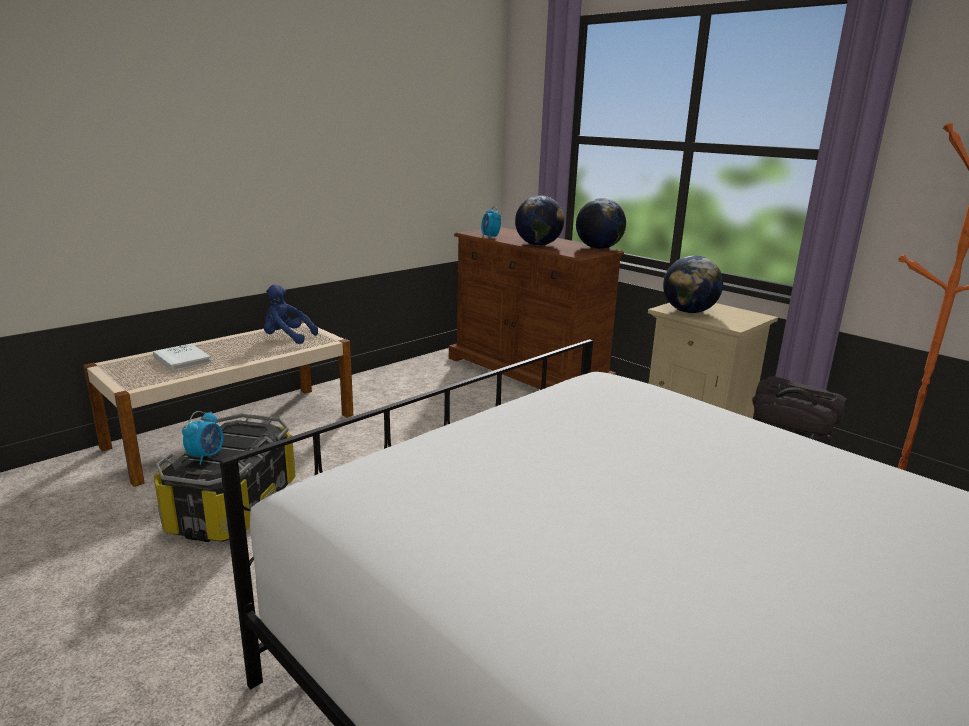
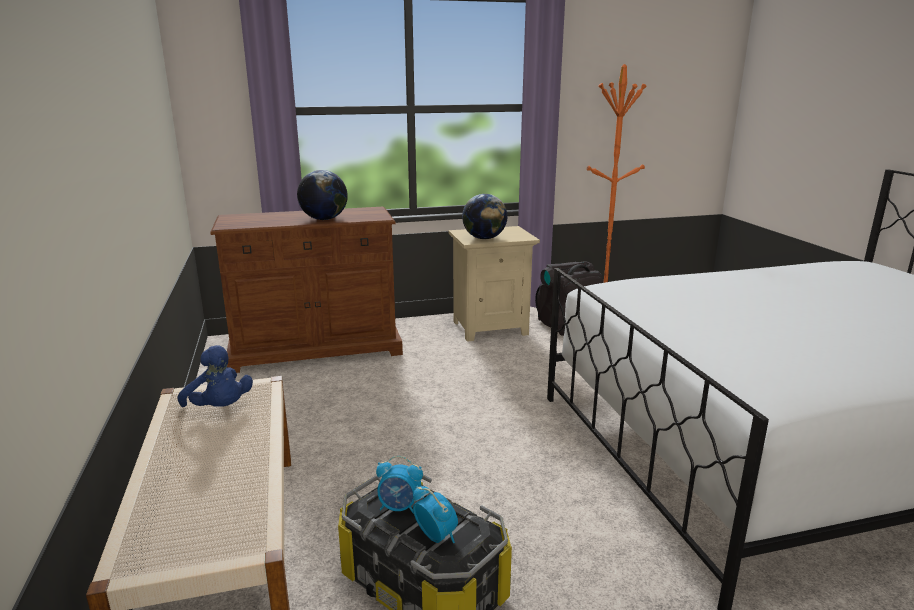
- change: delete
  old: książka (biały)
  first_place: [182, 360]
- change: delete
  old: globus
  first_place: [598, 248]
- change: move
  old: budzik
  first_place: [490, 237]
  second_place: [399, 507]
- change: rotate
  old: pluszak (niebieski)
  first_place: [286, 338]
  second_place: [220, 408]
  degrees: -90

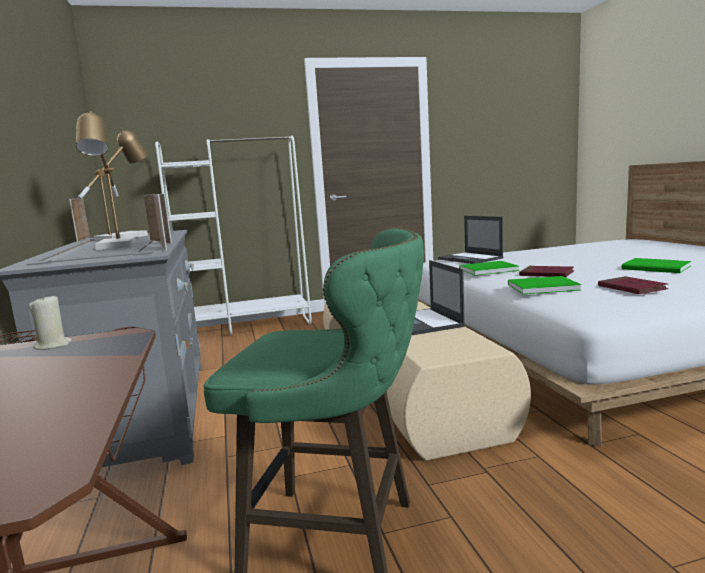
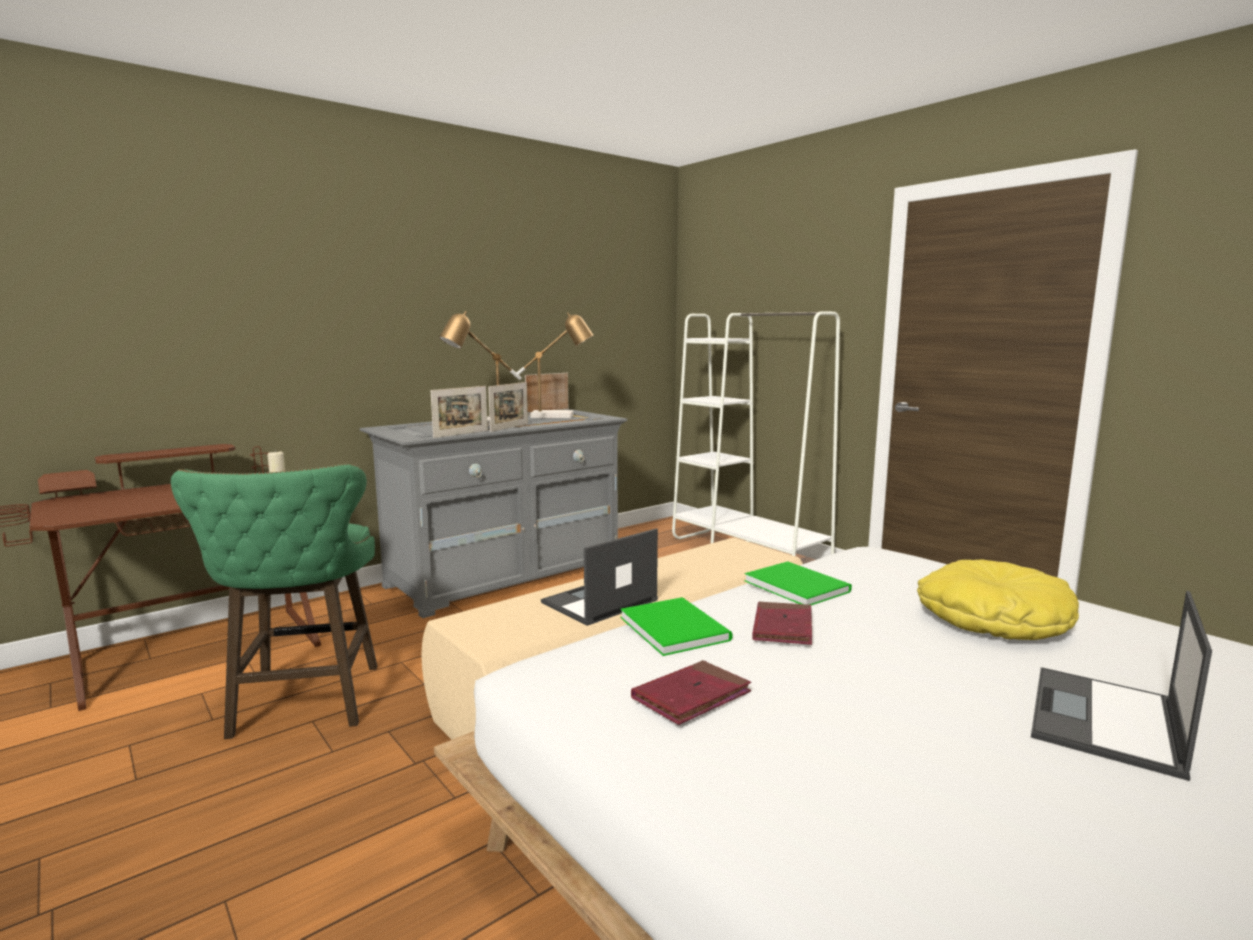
- change: delete
  old: książka (zielony)
  first_place: [657, 268]
- change: insert
  new: poduszka (żółty)
  second_place: [996, 621]
- change: move
  old: laptop
  first_place: [471, 259]
  second_place: [1106, 721]

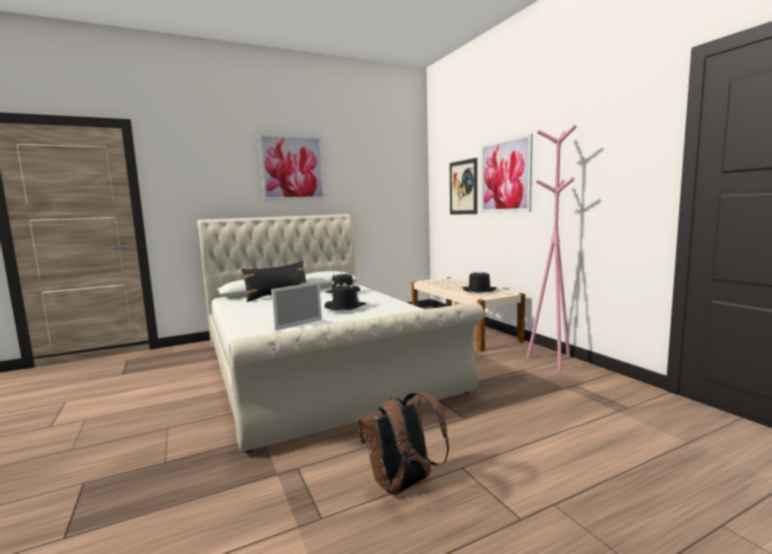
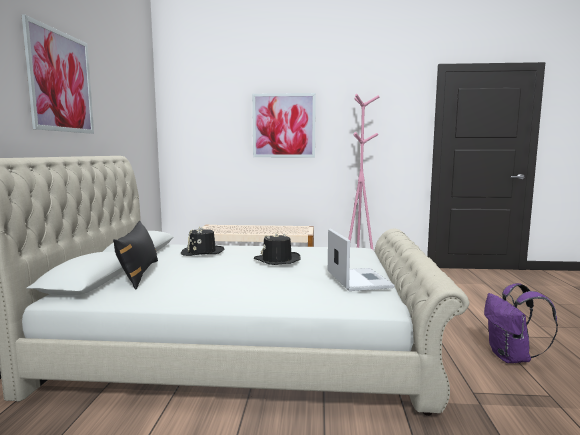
- change: delete
  old: obraz
  first_place: [463, 187]
- change: delete
  old: kapelusz (czarny)
  first_place: [479, 290]
- change: recolor
  old: plecak (brązowy)
  new: plecak (fioletowy)
  first_place: [403, 485]
  second_place: [511, 358]

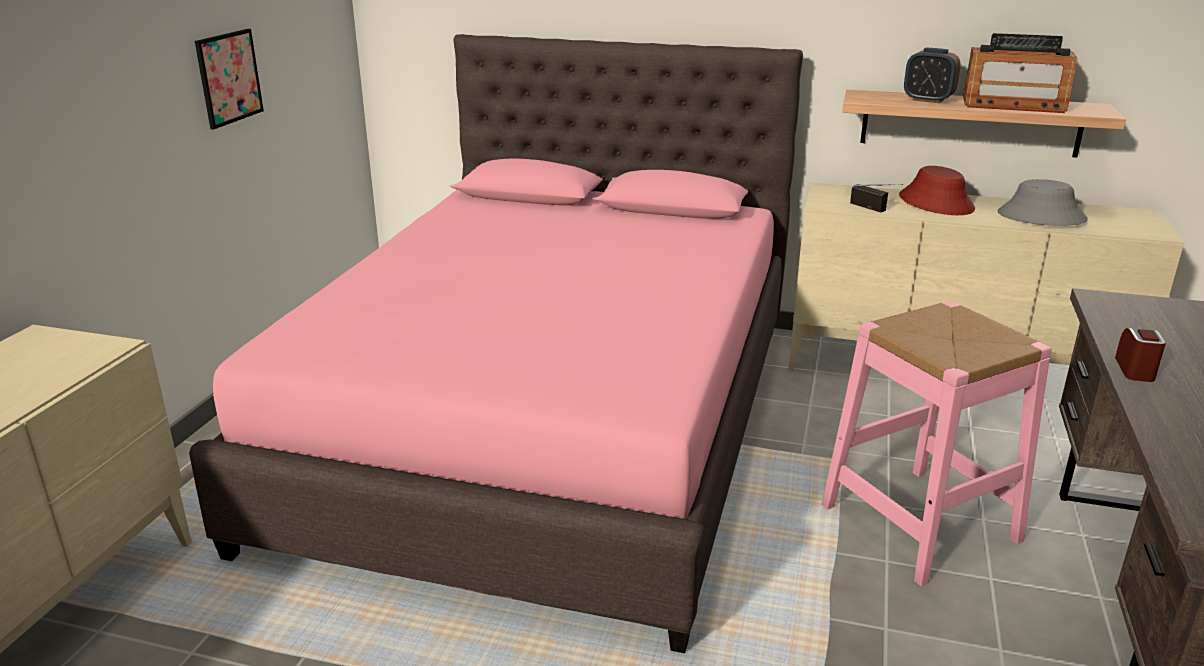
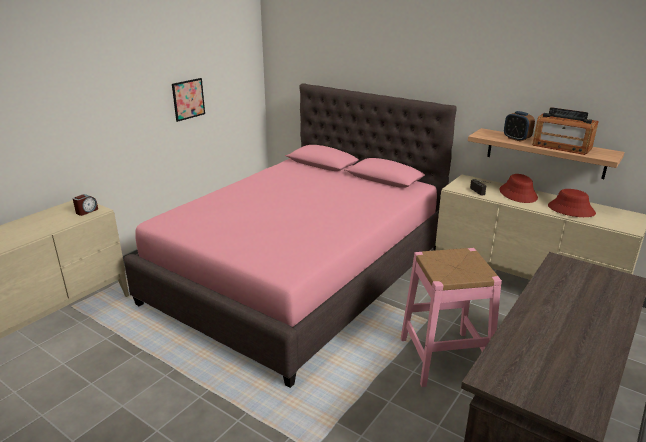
- change: move
  old: budzik
  first_place: [1135, 370]
  second_place: [86, 211]
- change: recolor
  old: kapelusz (szary)
  new: kapelusz (czerwony)
  first_place: [1041, 217]
  second_place: [570, 210]

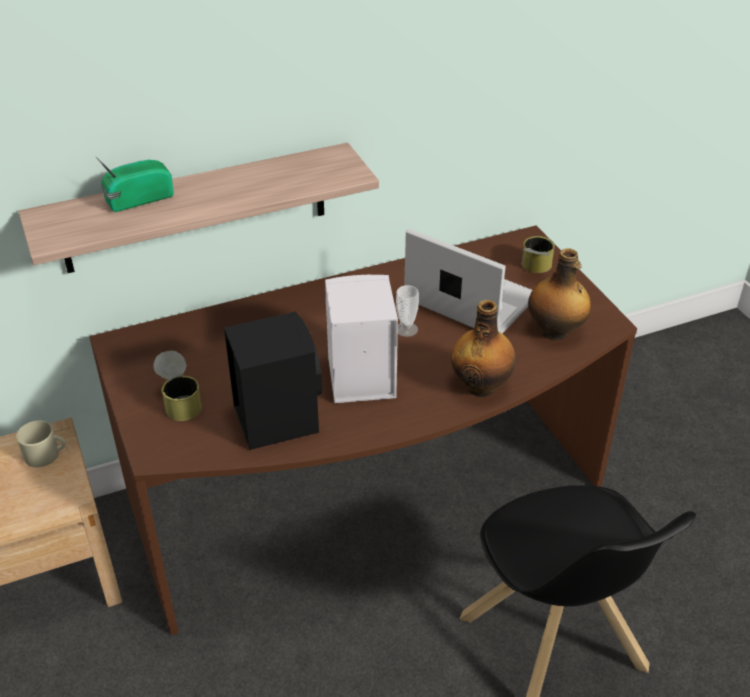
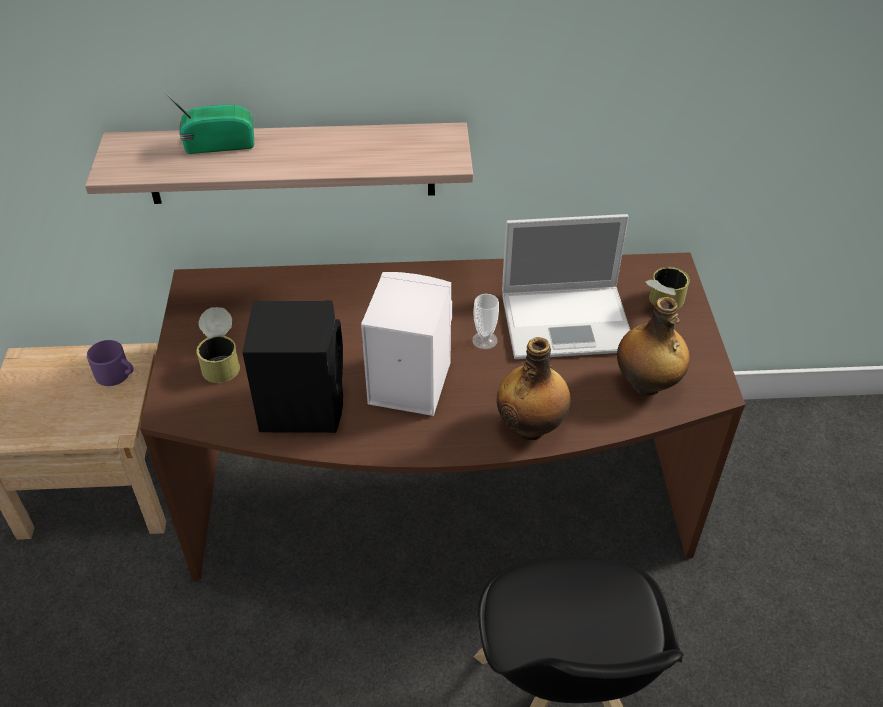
- change: recolor
  old: kubek (beżowy)
  new: kubek (fioletowy)
  first_place: [46, 454]
  second_place: [116, 374]
- change: rotate
  old: laptop
  first_place: [468, 299]
  second_place: [569, 321]
  degrees: 120

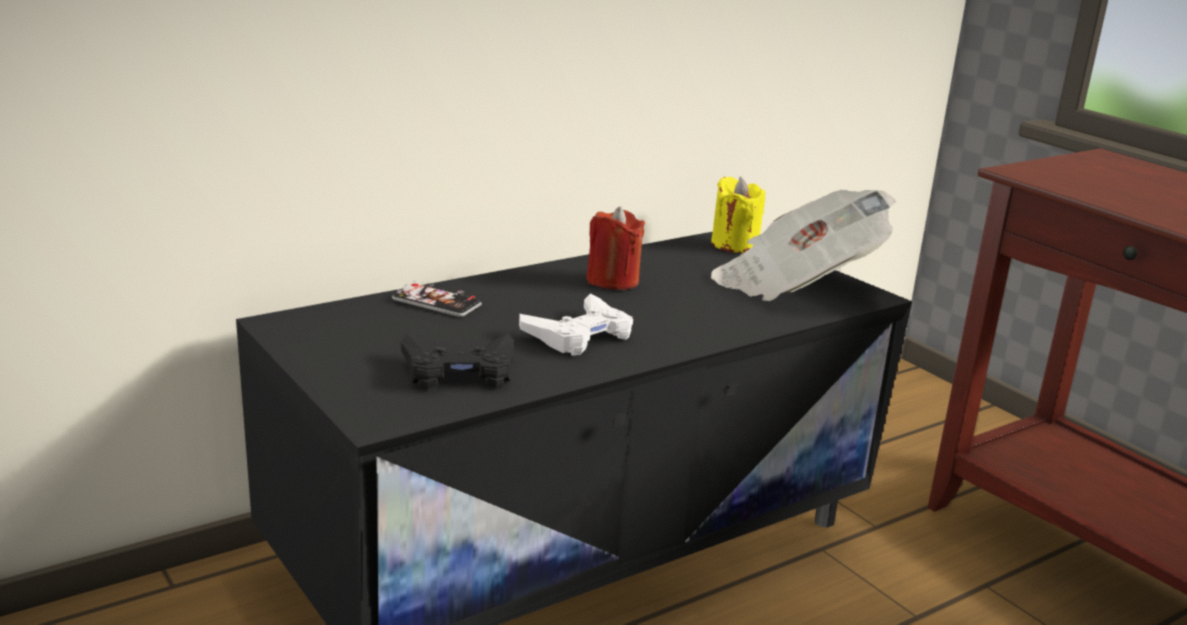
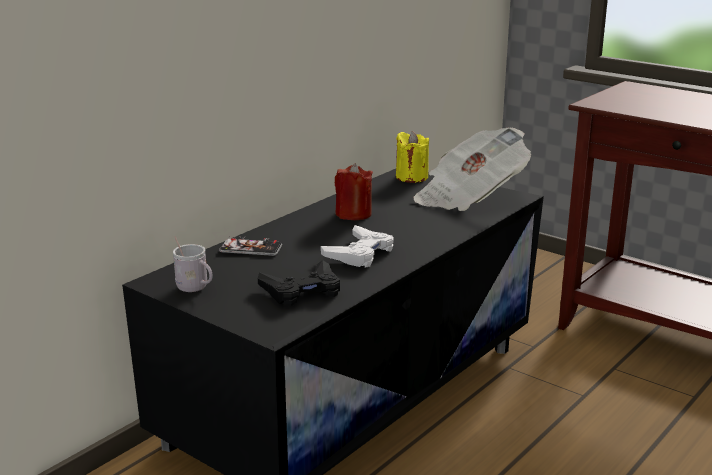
- change: insert
  new: kubek (biały)
  second_place: [195, 289]

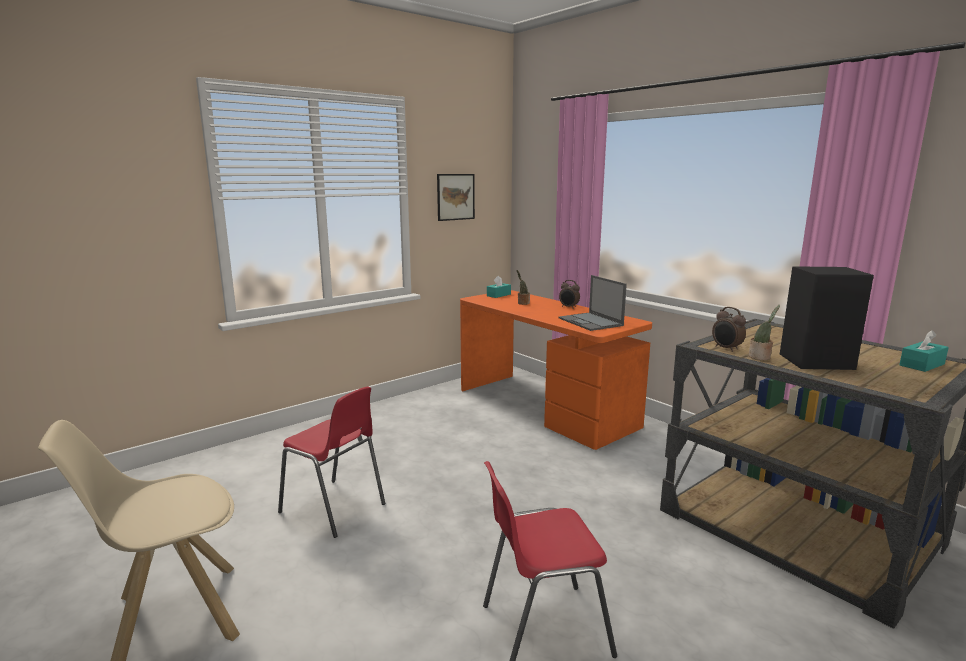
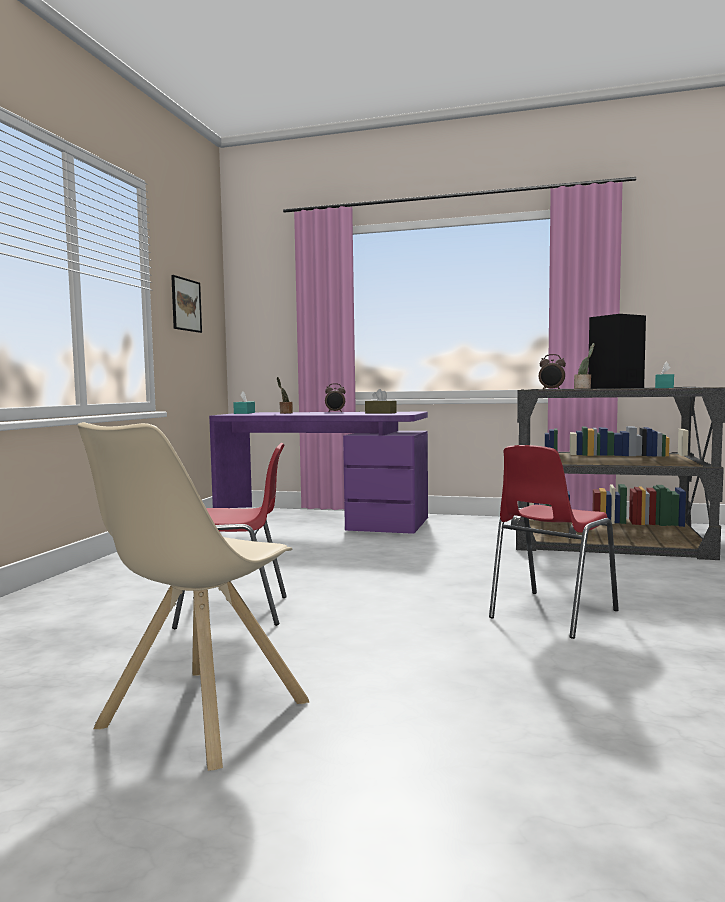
- change: replace
  old: laptop
  new: pudełko chusteczek (brązowy)
  first_place: [591, 322]
  second_place: [380, 413]
- change: recolor
  old: biurko (pomarańczowy)
  new: biurko (fioletowy)
  first_place: [545, 407]
  second_place: [322, 522]

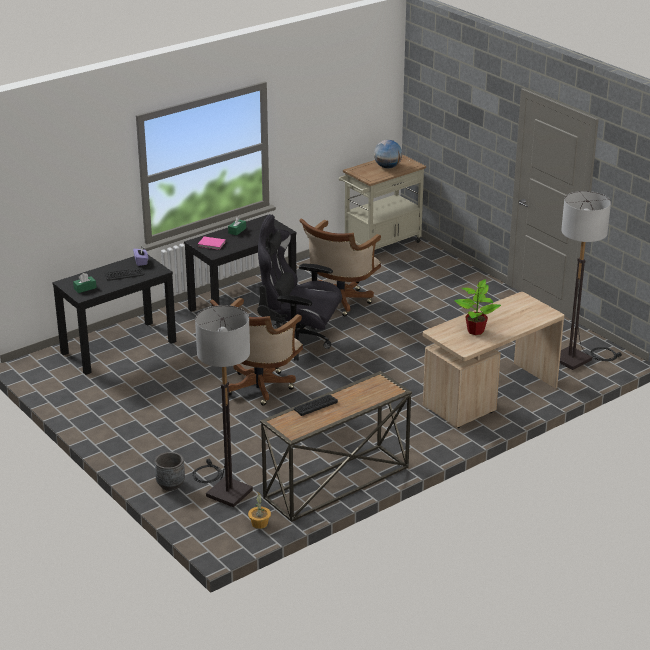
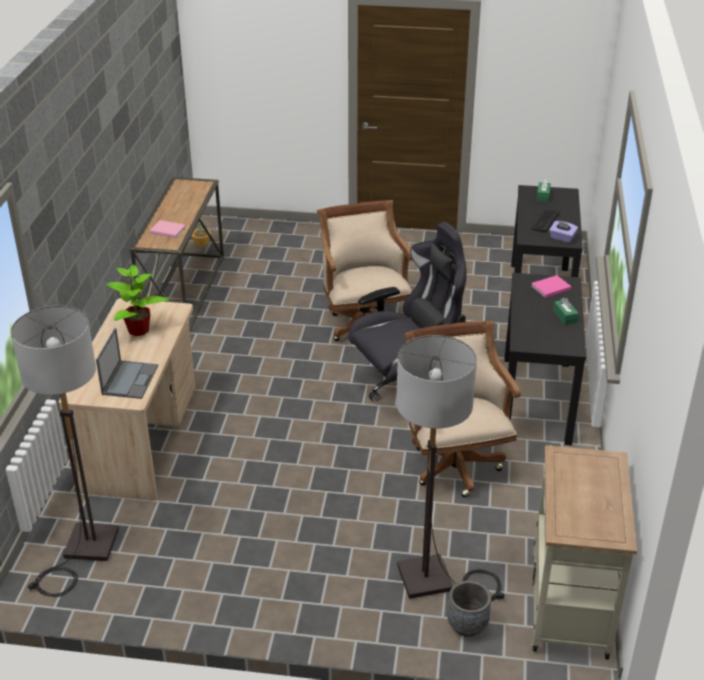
- change: delete
  old: klawiatura
  first_place: [315, 405]
- change: delete
  old: globus
  first_place: [387, 167]
- change: insert
  new: laptop
  second_place: [130, 379]
- change: insert
  new: książka (różowy)
  second_place: [167, 230]
- change: move
  old: donica (szary)
  first_place: [170, 484]
  second_place: [467, 625]
- change: move
  old: lampa stojąca
  first_place: [223, 488]
  second_place: [441, 581]

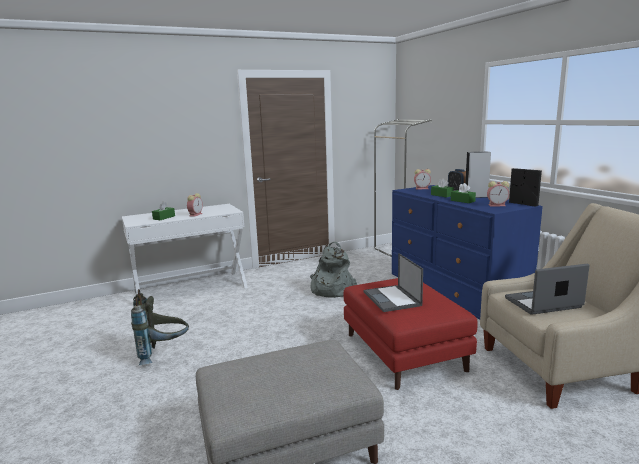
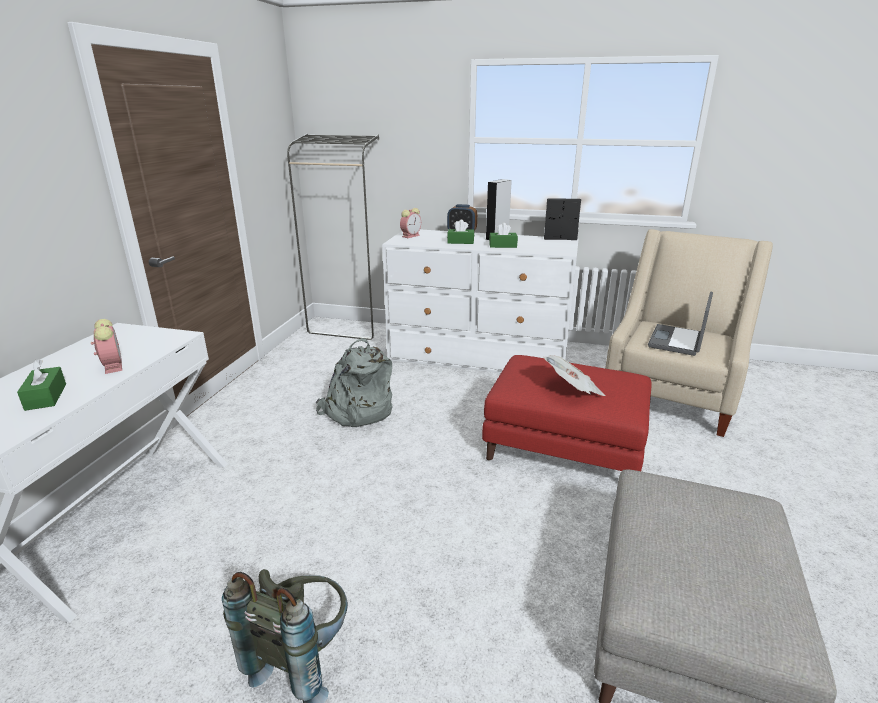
- change: delete
  old: budzik
  first_place: [497, 205]
- change: replace
  old: laptop
  new: gazeta
  first_place: [392, 299]
  second_place: [573, 390]
- change: recolor
  old: komoda (niebieski)
  new: komoda (biały)
  first_place: [454, 290]
  second_place: [479, 355]

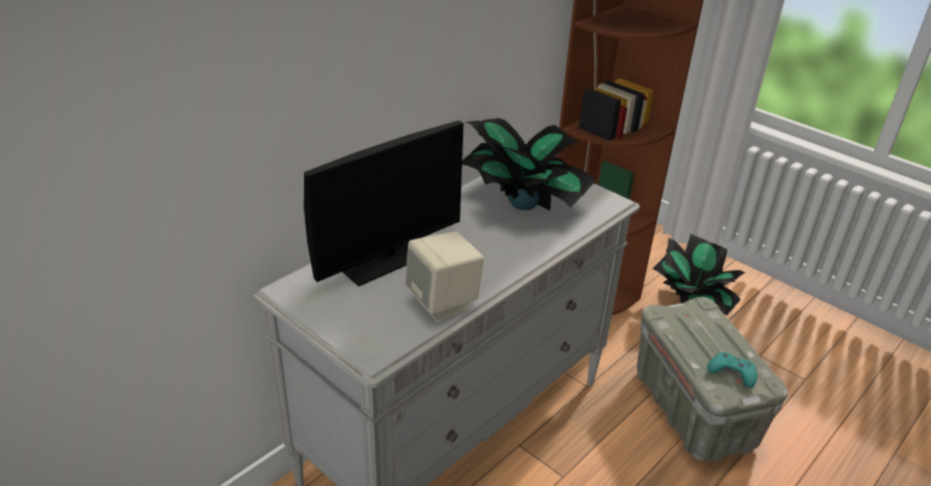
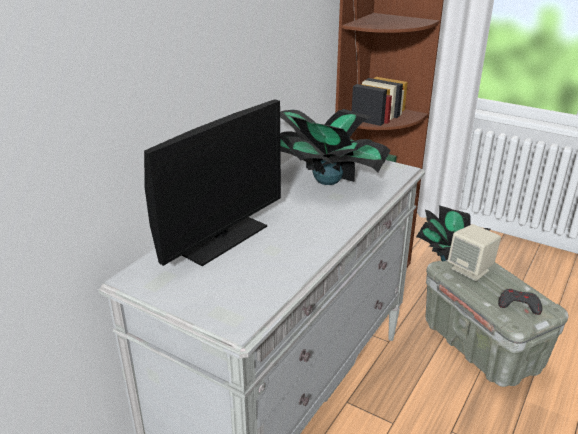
- change: move
  old: głośnik (beżowy)
  first_place: [443, 303]
  second_place: [470, 269]
- change: recolor
  old: pad do gier (turkusowy)
  new: pad do gier (szary)
  first_place: [732, 372]
  second_place: [519, 304]

